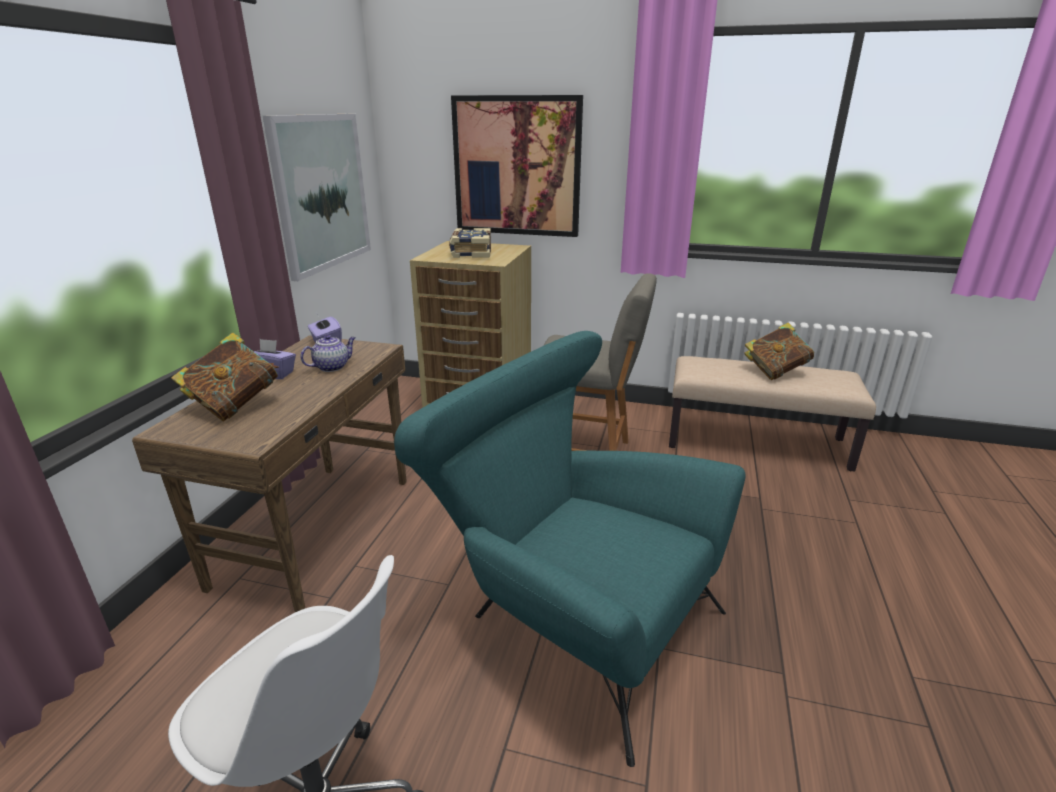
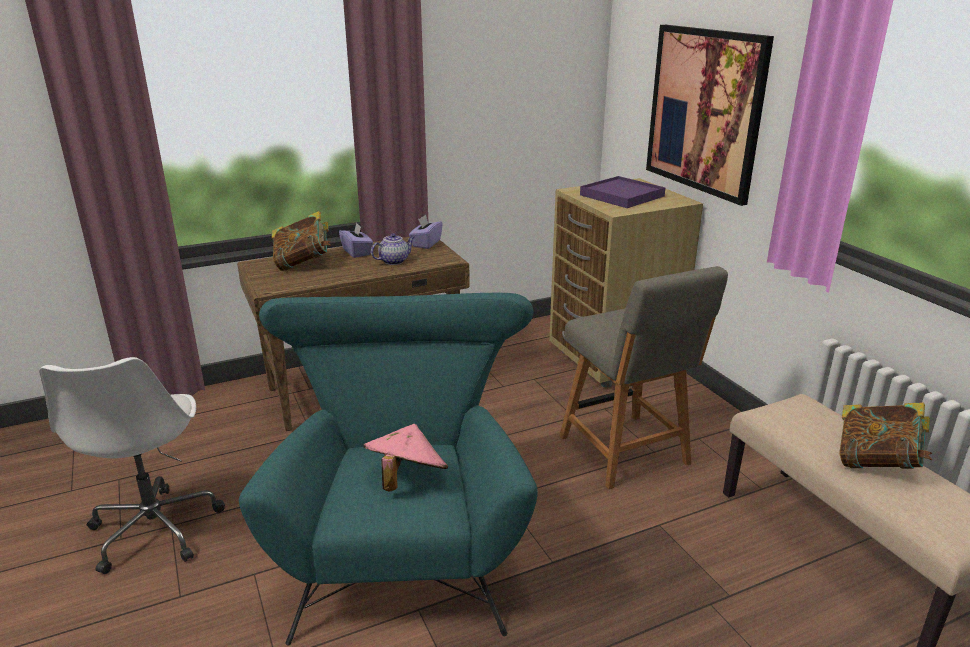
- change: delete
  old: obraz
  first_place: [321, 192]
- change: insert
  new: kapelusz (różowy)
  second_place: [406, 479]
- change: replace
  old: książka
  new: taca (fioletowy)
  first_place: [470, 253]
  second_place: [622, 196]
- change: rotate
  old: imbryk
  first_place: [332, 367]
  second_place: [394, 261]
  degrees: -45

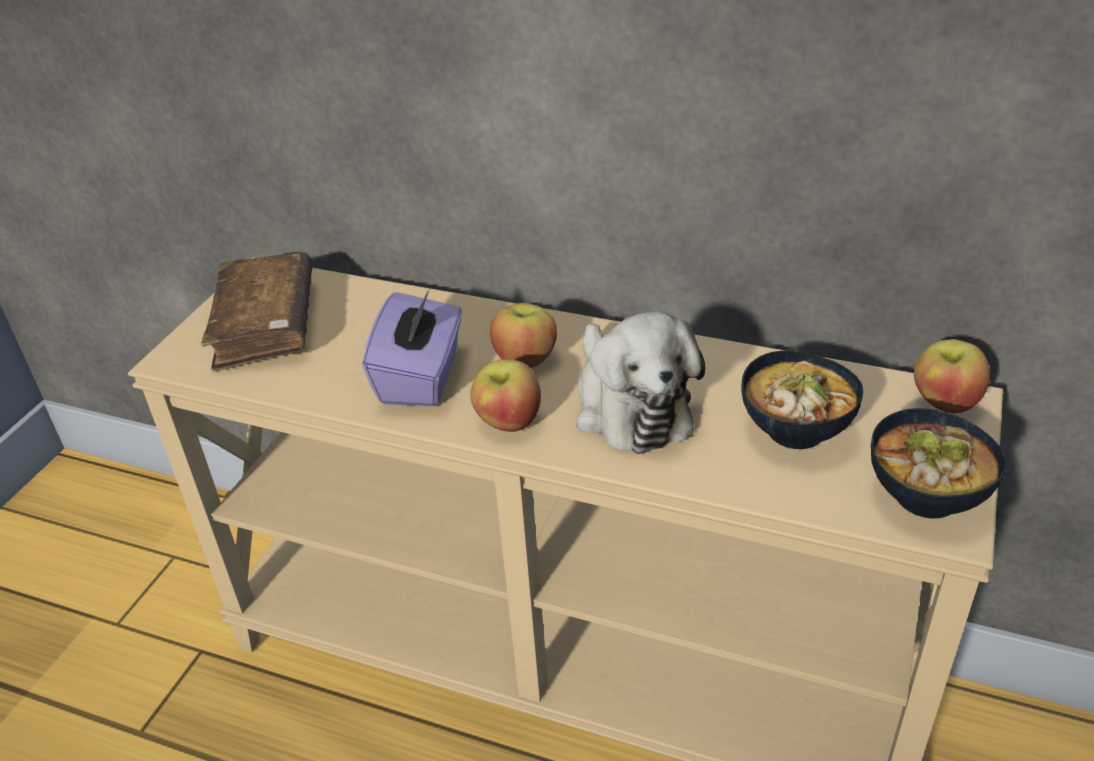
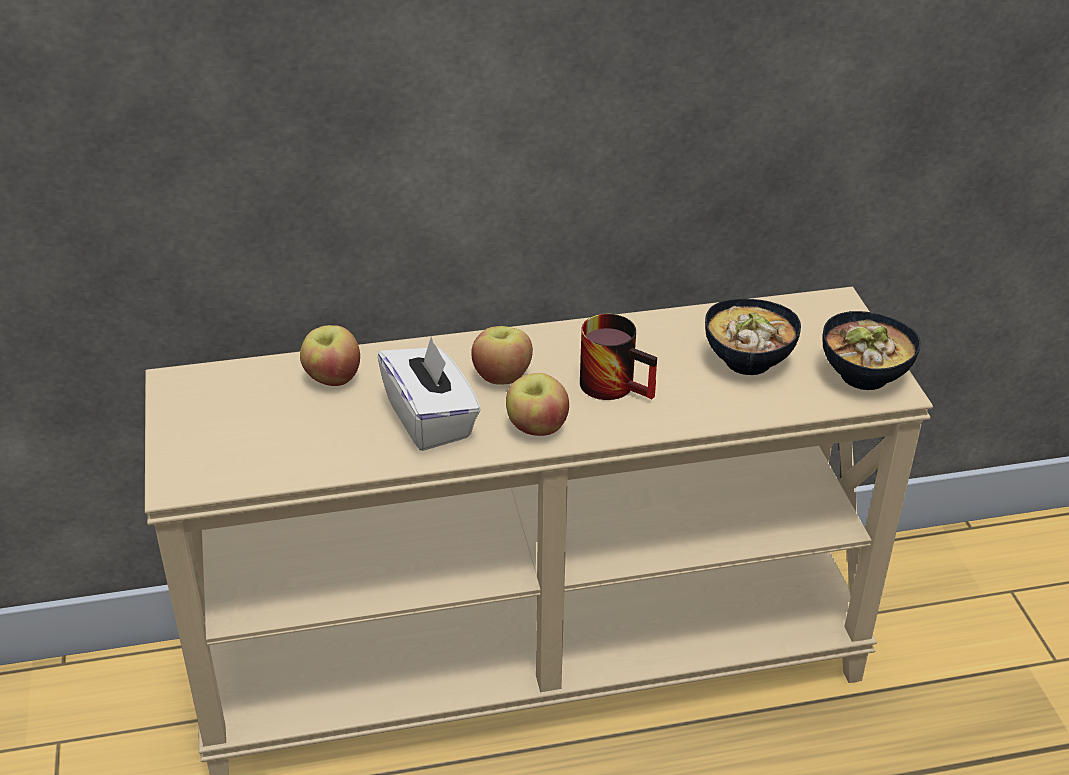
- change: delete
  old: książka (brązowy)
  first_place: [266, 325]
- change: move
  old: jabłko
  first_place: [944, 401]
  second_place: [332, 378]
- change: replace
  old: pluszak
  new: kubek
  first_place: [630, 406]
  second_place: [617, 384]
- change: recolor
  old: pudełko chusteczek (fioletowy)
  new: pudełko chusteczek (biały)
  first_place: [421, 377]
  second_place: [430, 419]

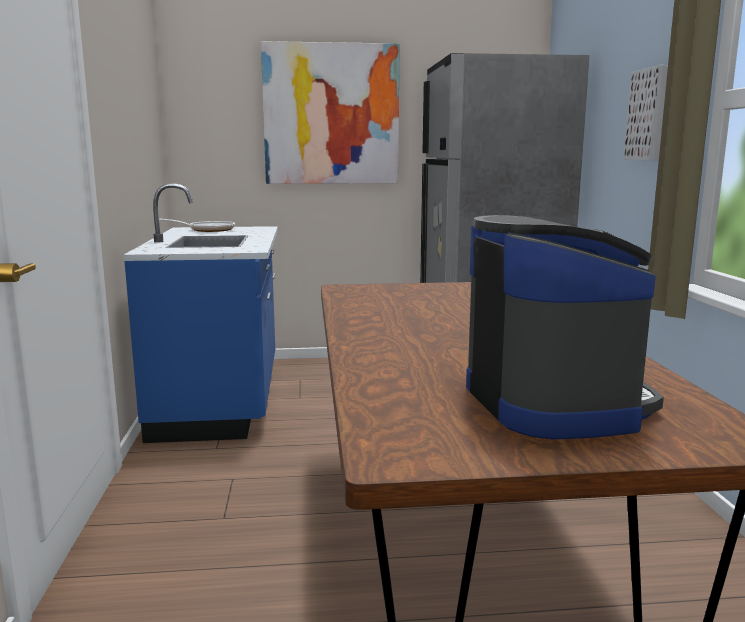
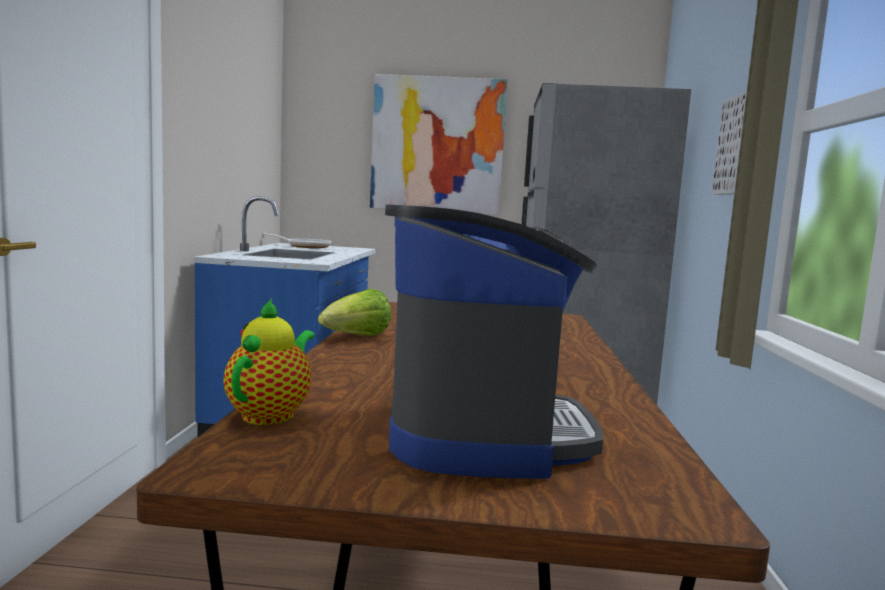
- change: insert
  new: imbryk
  second_place: [271, 414]
- change: insert
  new: sałata
  second_place: [356, 337]

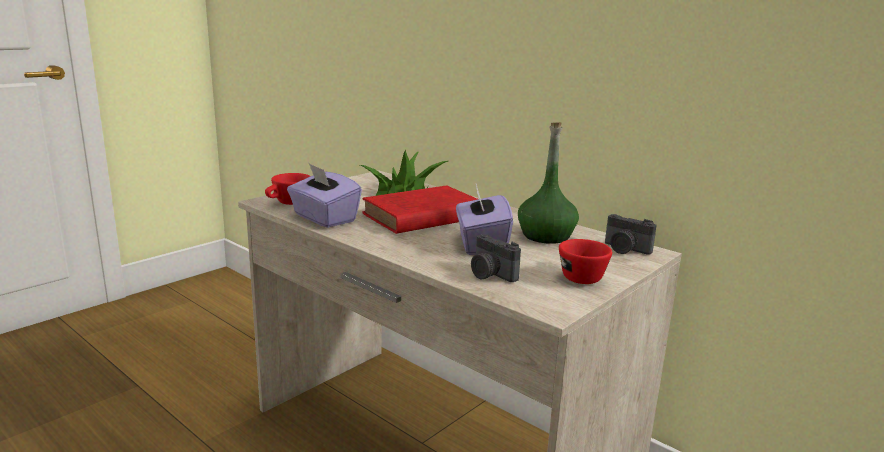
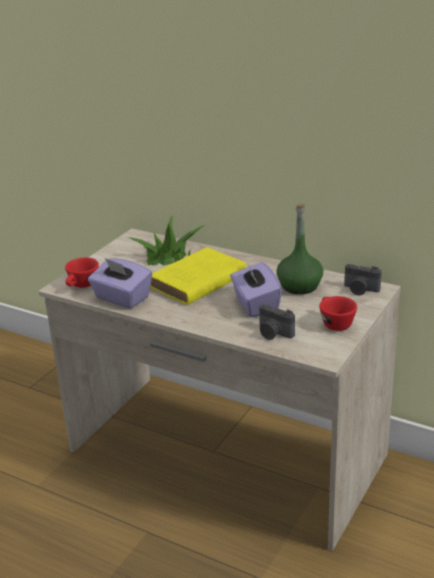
- change: recolor
  old: książka (czerwony)
  new: książka (żółty)
  first_place: [420, 217]
  second_place: [196, 282]

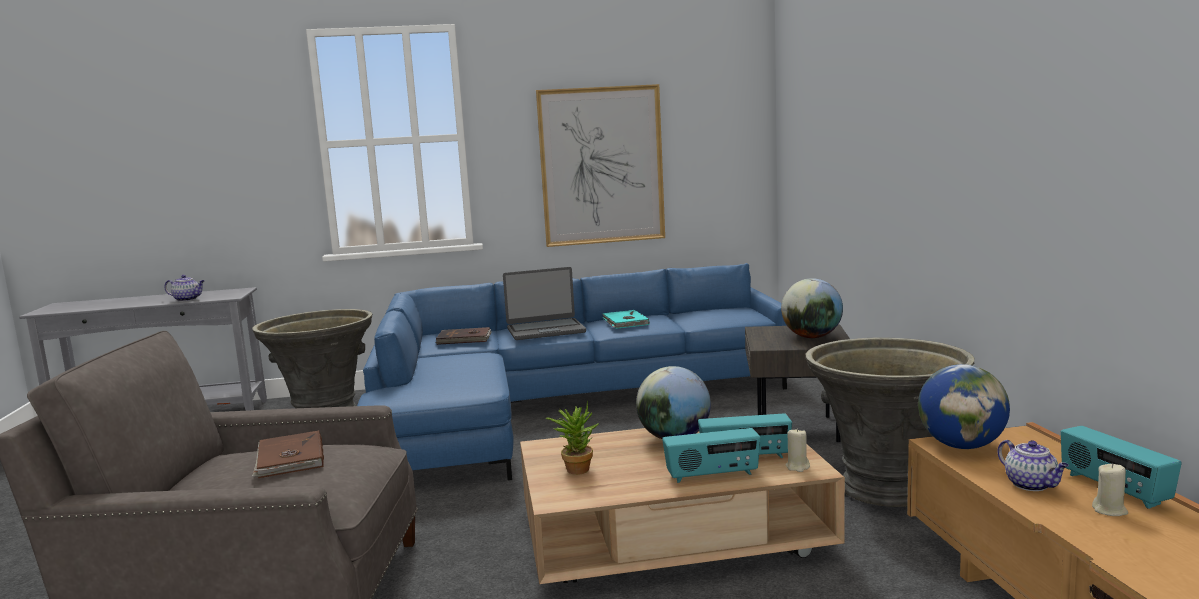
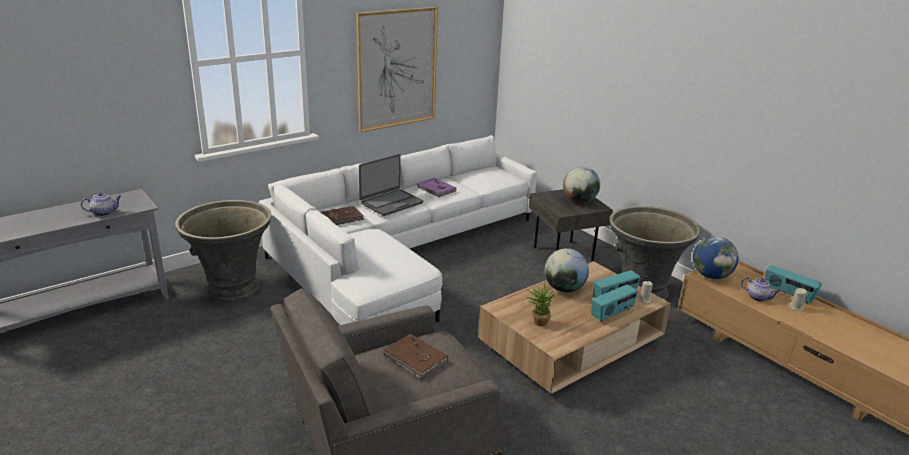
- change: recolor
  old: kanapa (niebieski)
  new: kanapa (biały)
  first_place: [556, 406]
  second_place: [399, 254]
- change: recolor
  old: książka (turkusowy)
  new: książka (fioletowy)
  first_place: [624, 322]
  second_place: [436, 189]

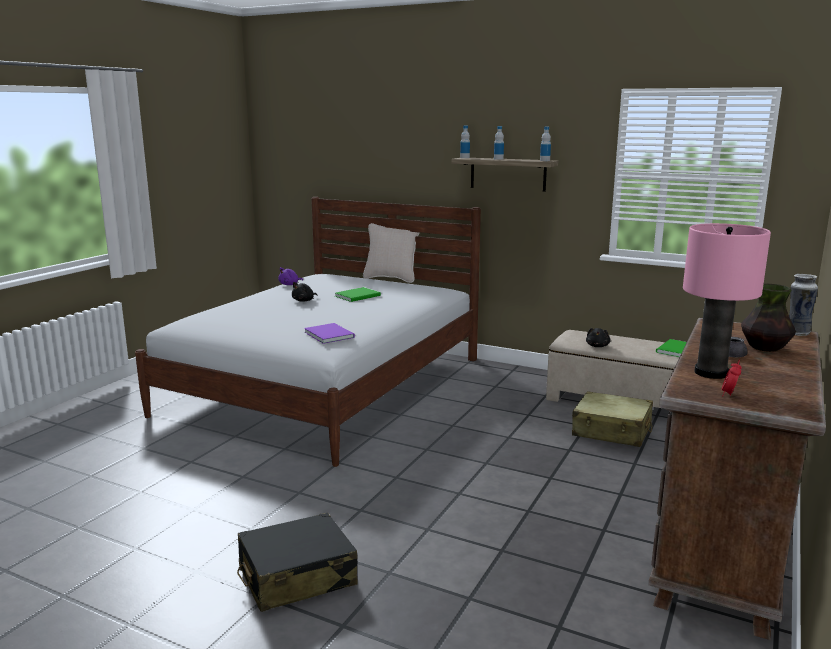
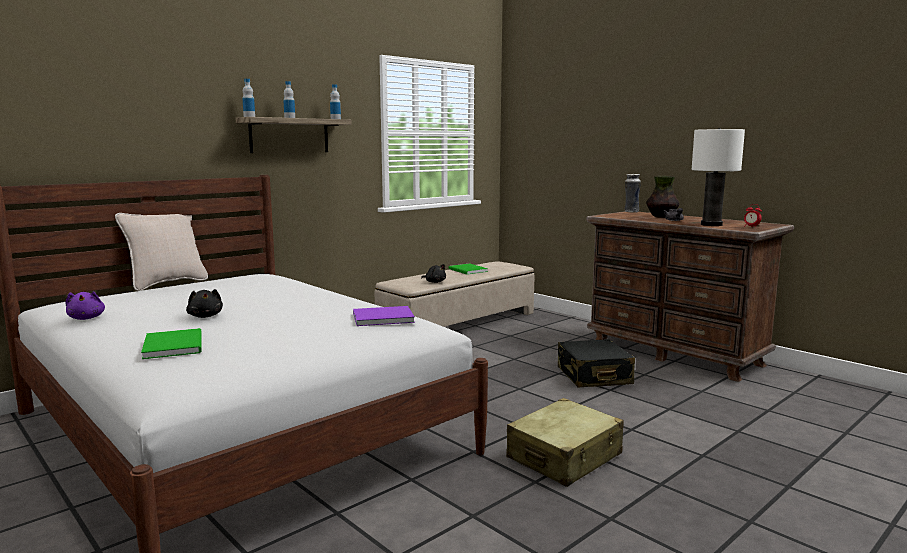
- change: move
  old: walizka (czarny)
  first_place: [296, 577]
  second_place: [593, 376]
- change: move
  old: książka (zielony)
  first_place: [359, 296]
  second_place: [175, 345]
- change: move
  old: walizka (beżowy)
  first_place: [612, 431]
  second_place: [564, 457]
- change: recolor
  old: lampa stołowa (różowy)
  new: lampa stołowa (biały)
  first_place: [710, 373]
  second_place: [711, 225]

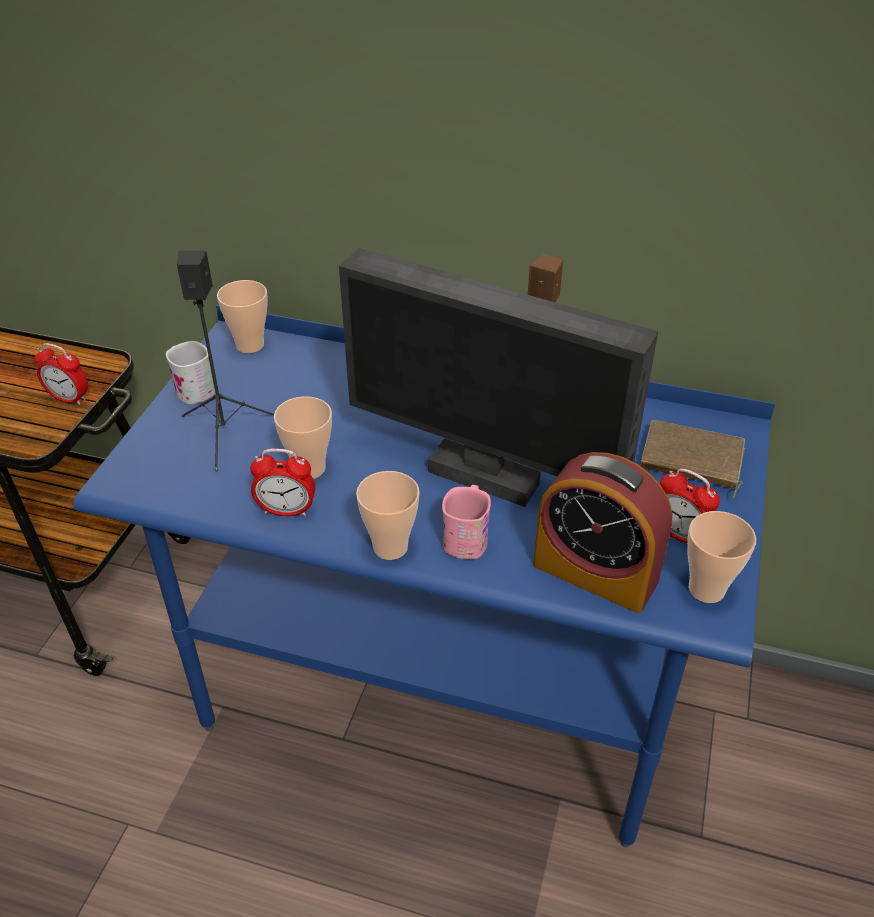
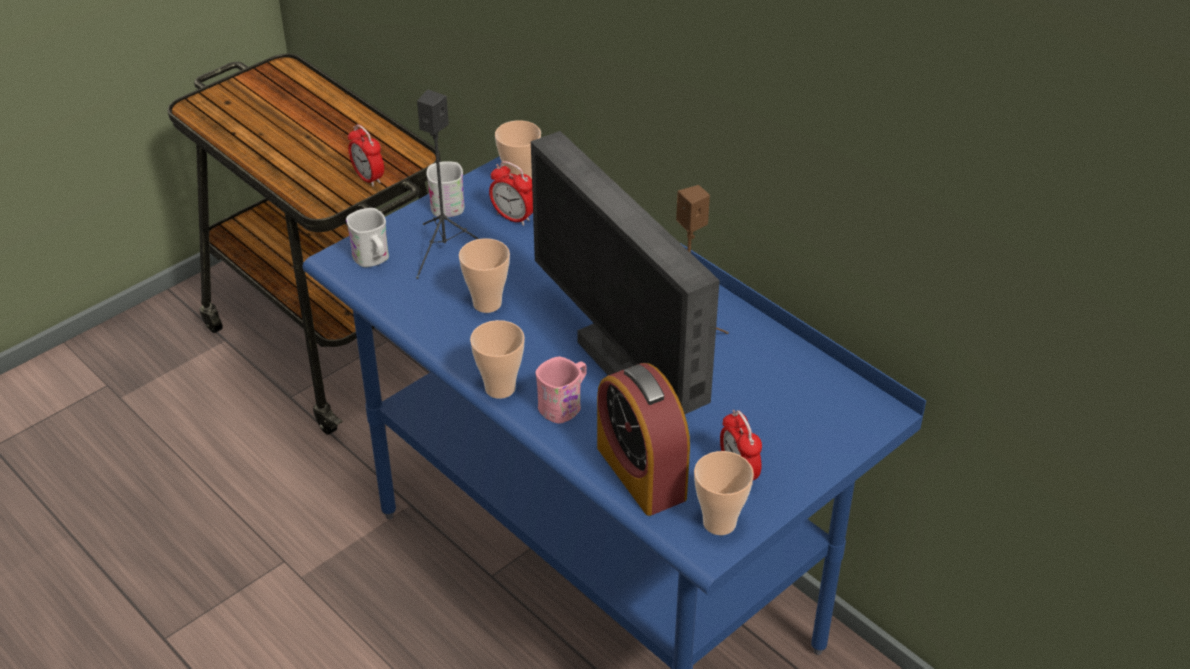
- change: delete
  old: książka (brązowy)
  first_place: [691, 461]
- change: insert
  new: kubek (biały)
  second_place: [373, 259]
- change: move
  old: budzik
  first_place: [286, 511]
  second_place: [513, 217]

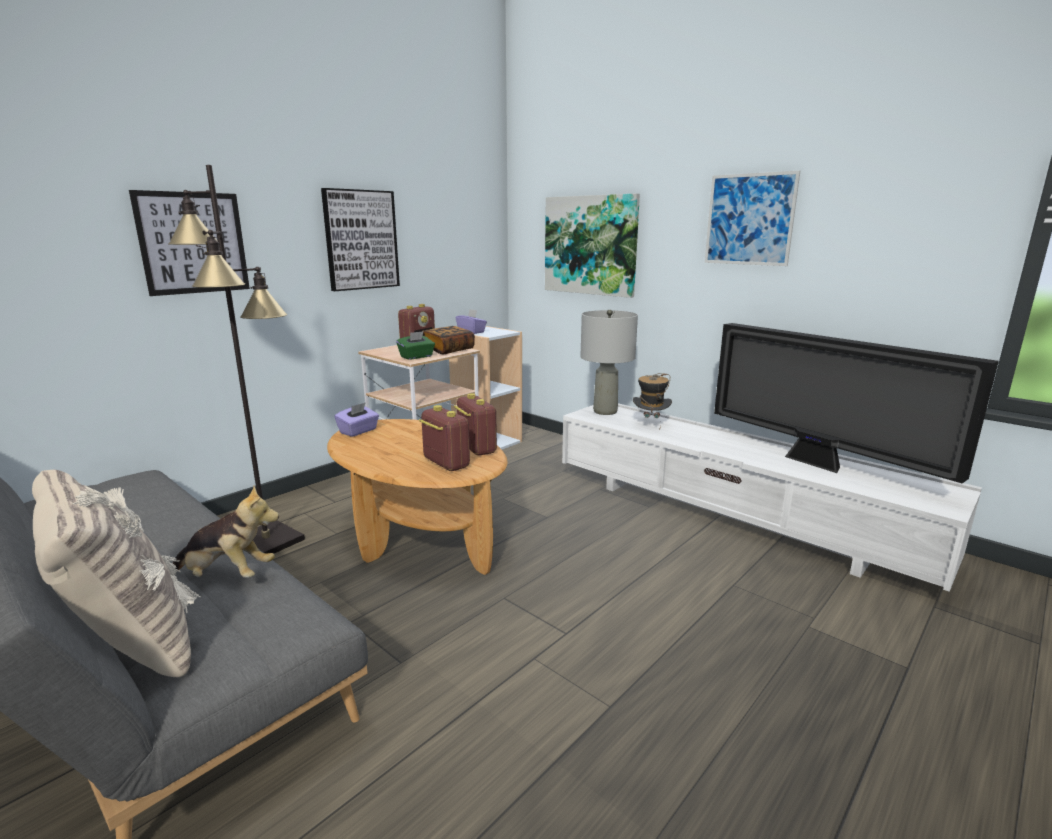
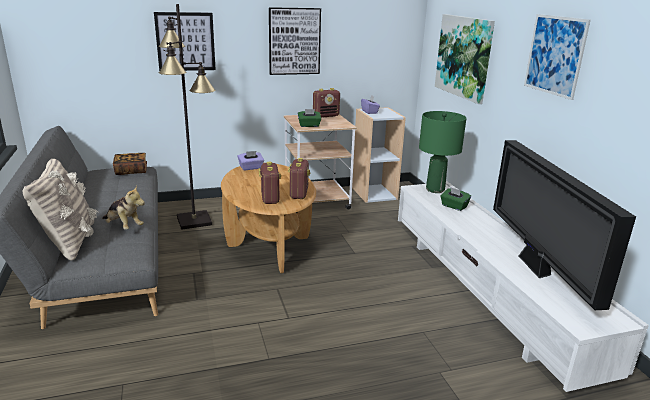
- change: move
  old: książka
  first_place: [448, 350]
  second_place: [131, 171]
- change: replace
  old: kapelusz
  new: pudełko chusteczek (zielony)
  first_place: [650, 424]
  second_place: [454, 206]
- change: recolor
  old: lampa stołowa (szary)
  new: lampa stołowa (zielony)
  first_place: [605, 411]
  second_place: [435, 190]

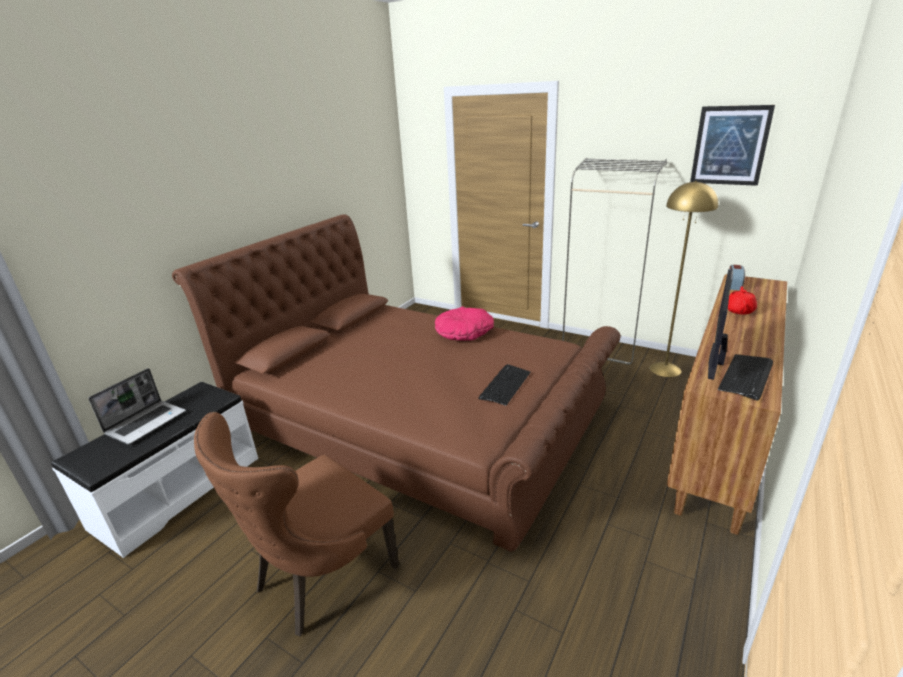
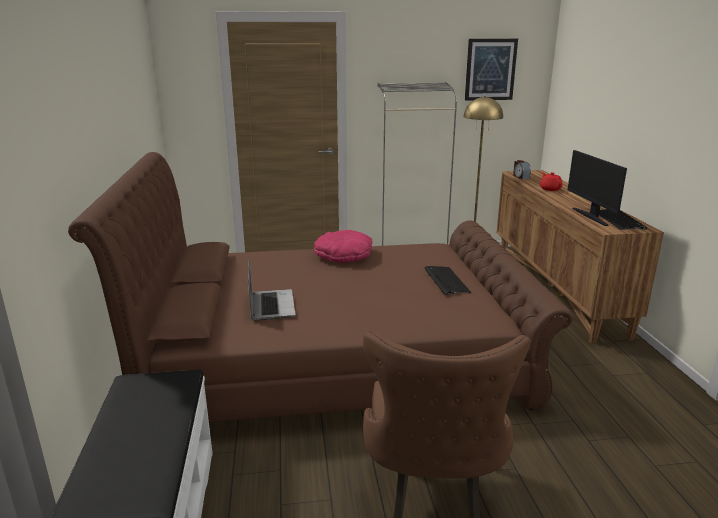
- change: move
  old: laptop
  first_place: [146, 422]
  second_place: [271, 305]

